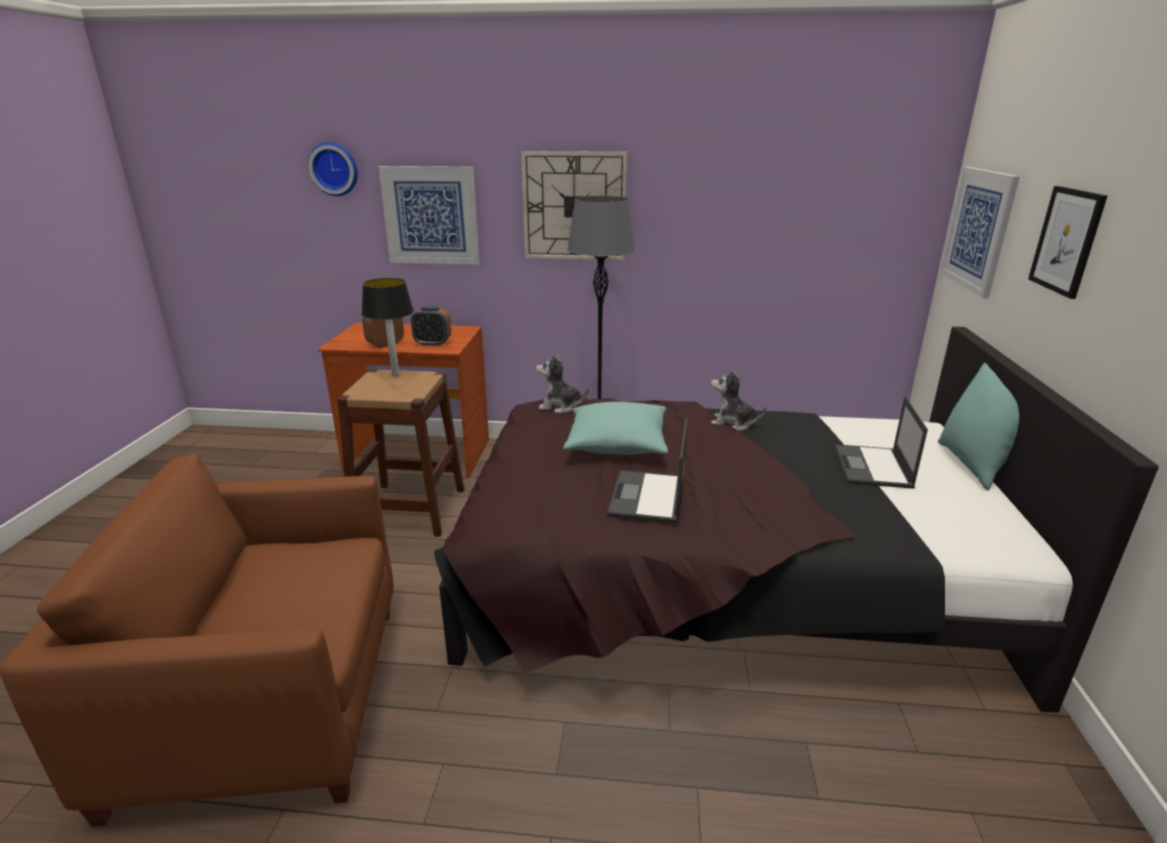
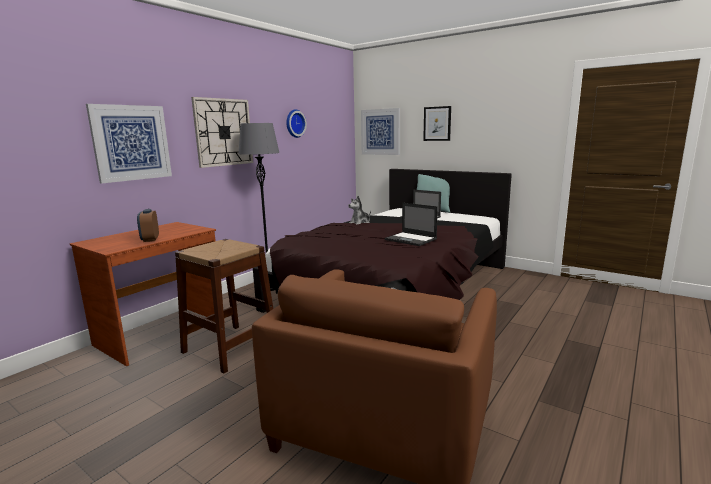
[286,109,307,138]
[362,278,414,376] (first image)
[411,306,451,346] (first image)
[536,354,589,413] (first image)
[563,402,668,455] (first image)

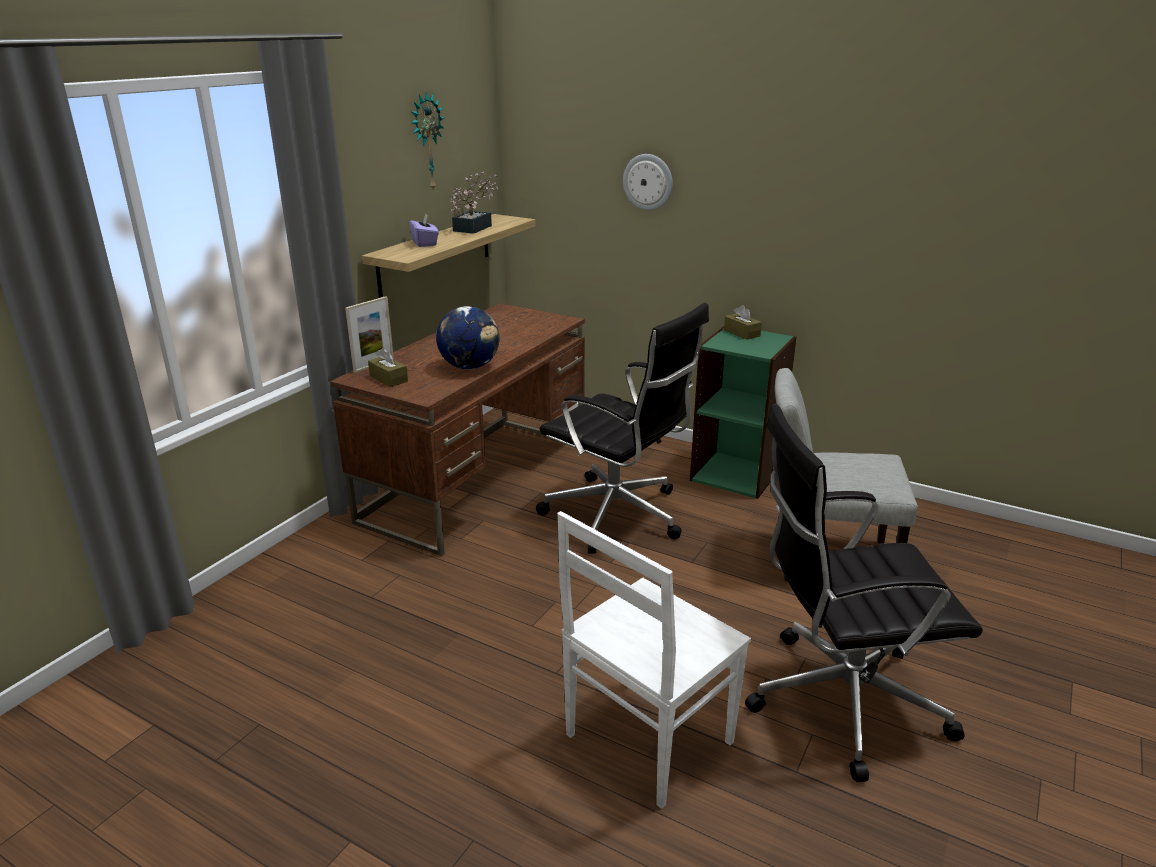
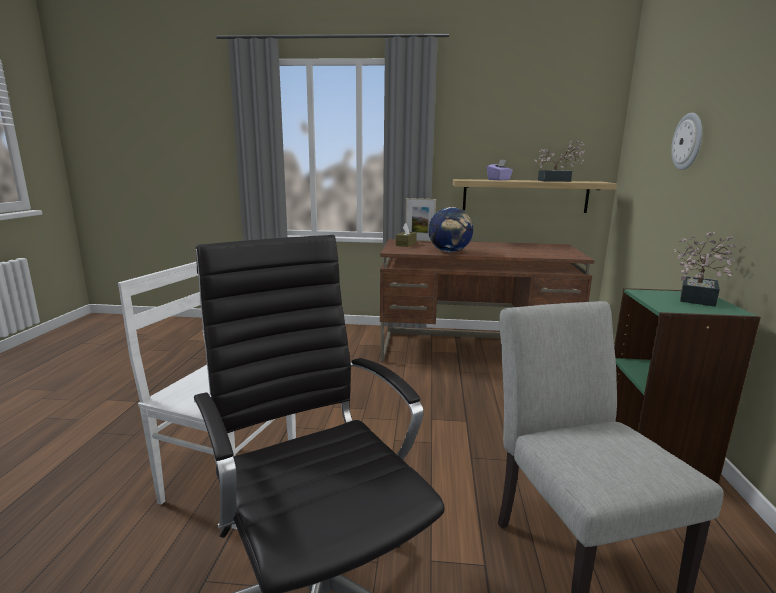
[411,92,444,192] (first image)
[536,303,709,554] (first image)
[674,232,736,307]

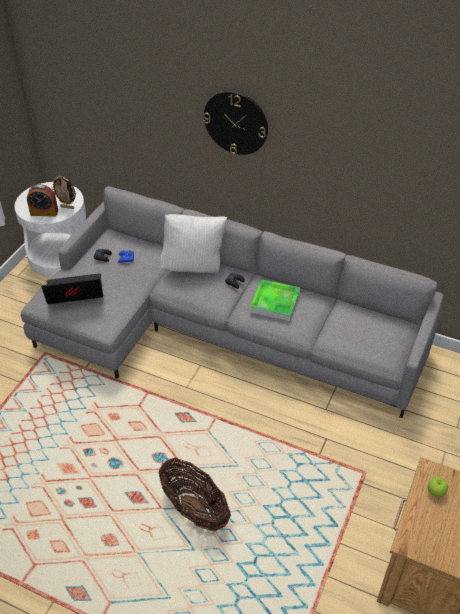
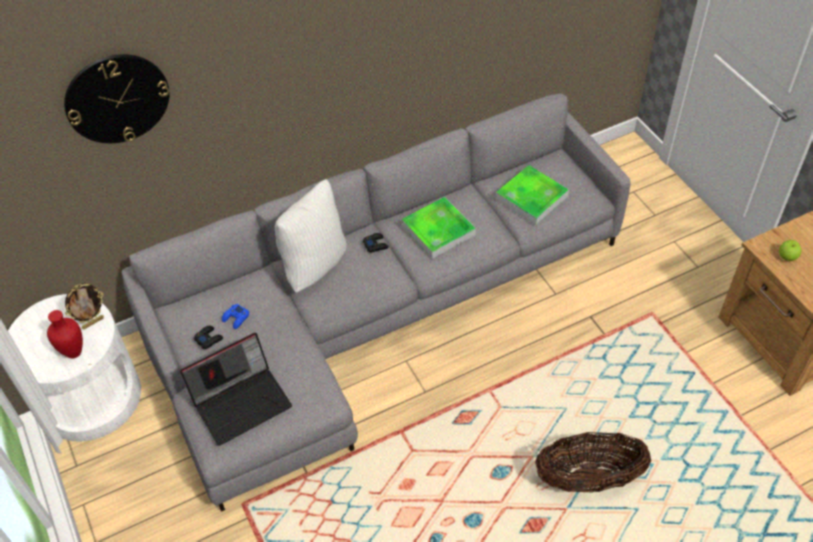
[47,310,83,359]
[180,333,292,446]
[64,54,170,143]
[496,165,569,225]

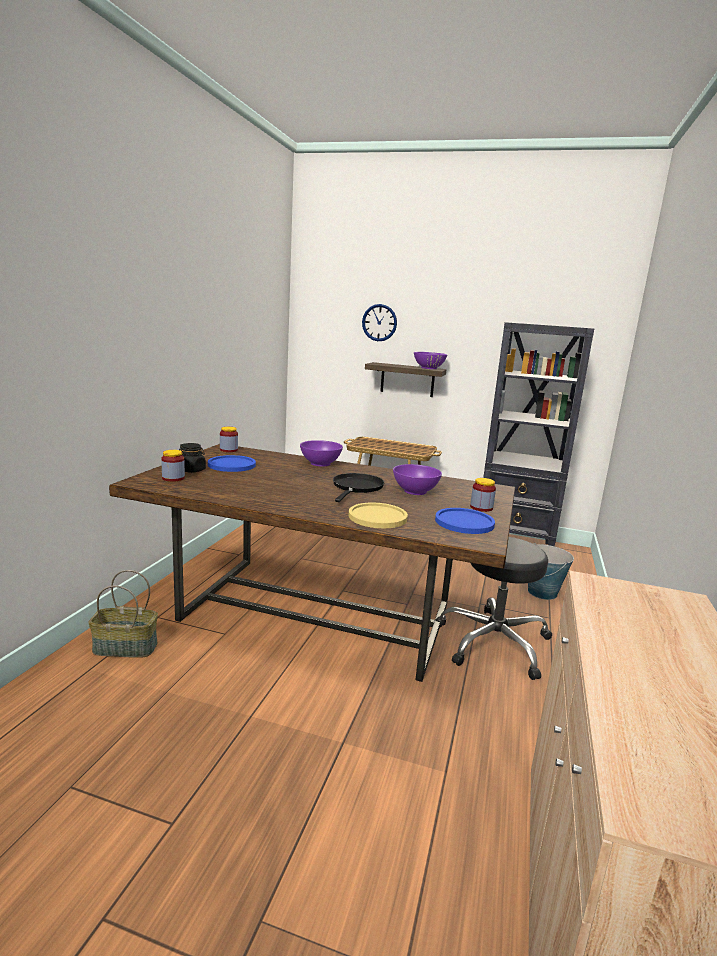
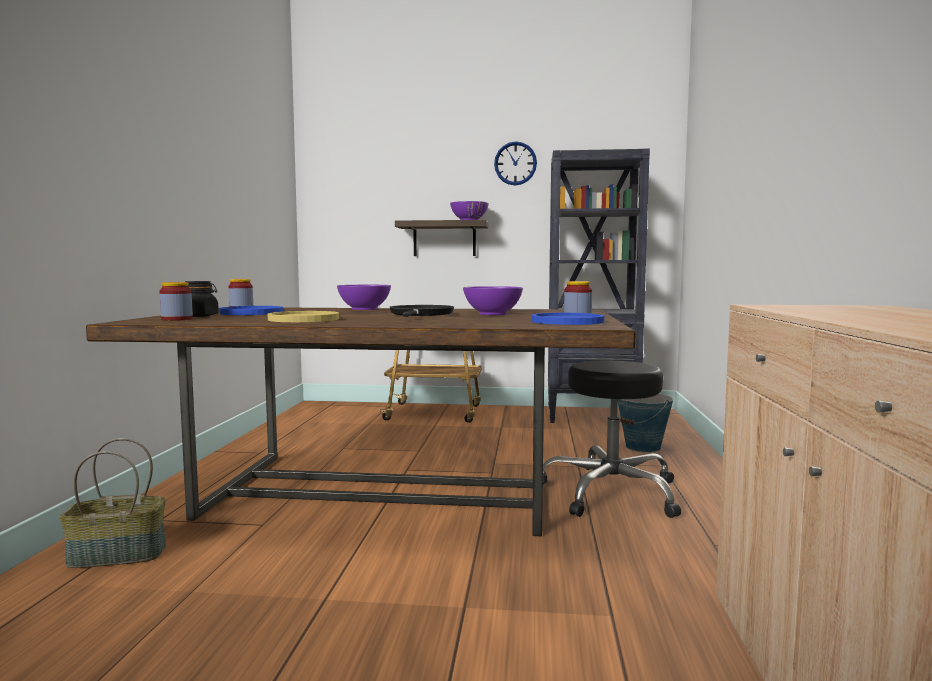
[268,311,339,322]
[494,141,537,185]

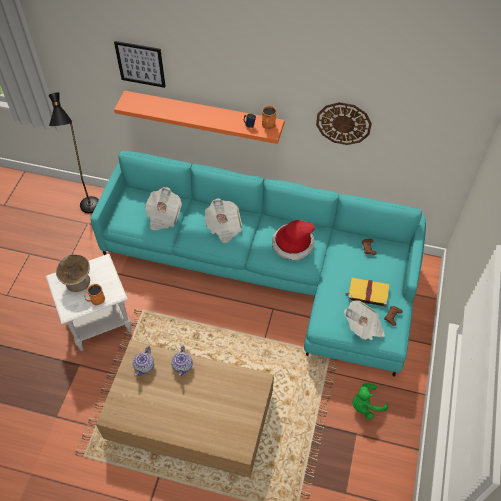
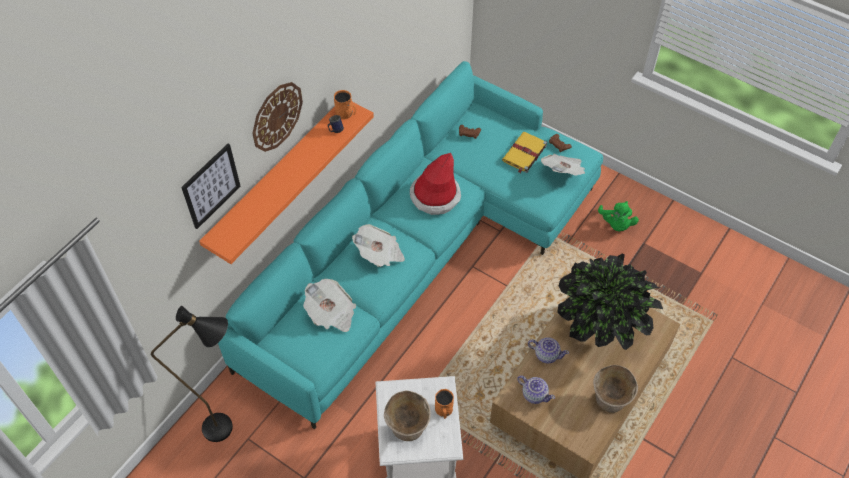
[252,82,303,152]
[557,254,663,350]
[593,365,638,413]

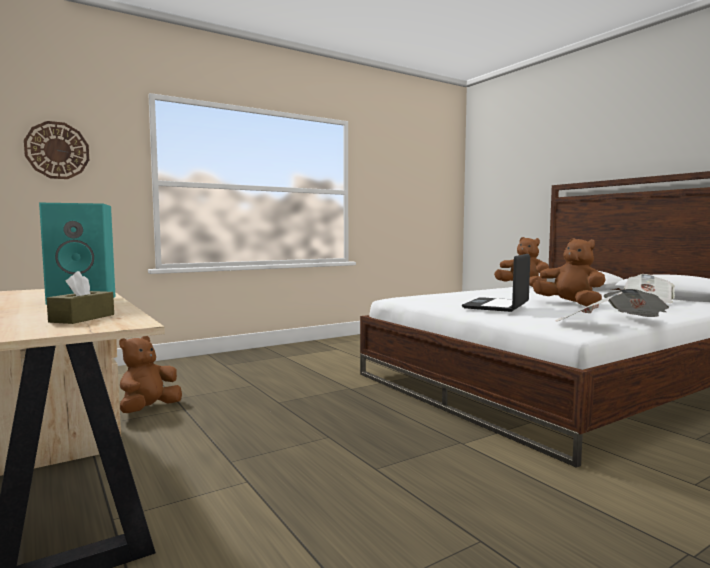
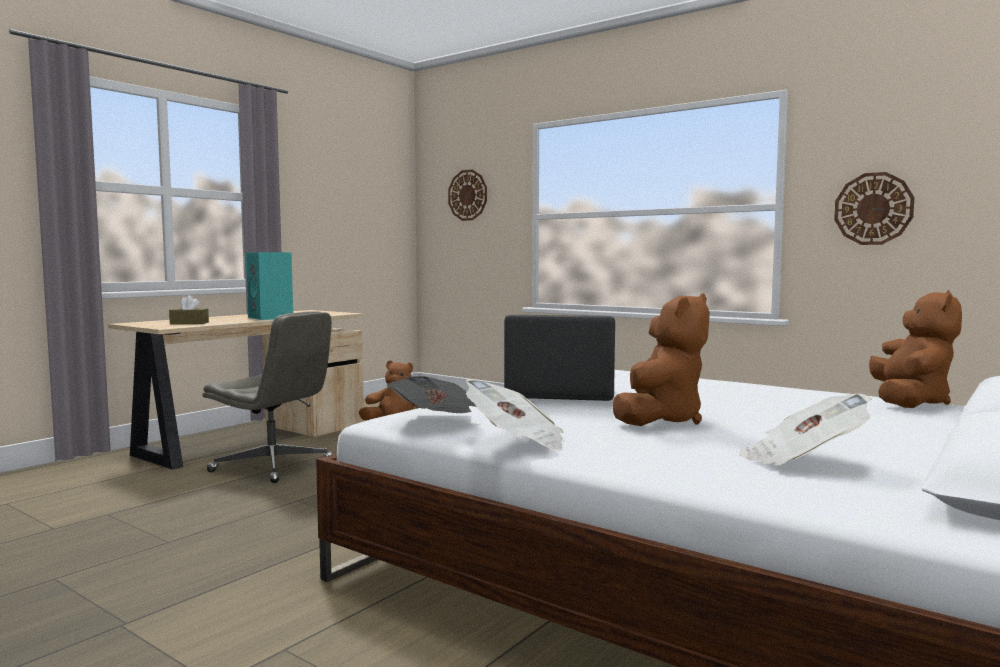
[202,311,333,483]
[834,172,914,245]

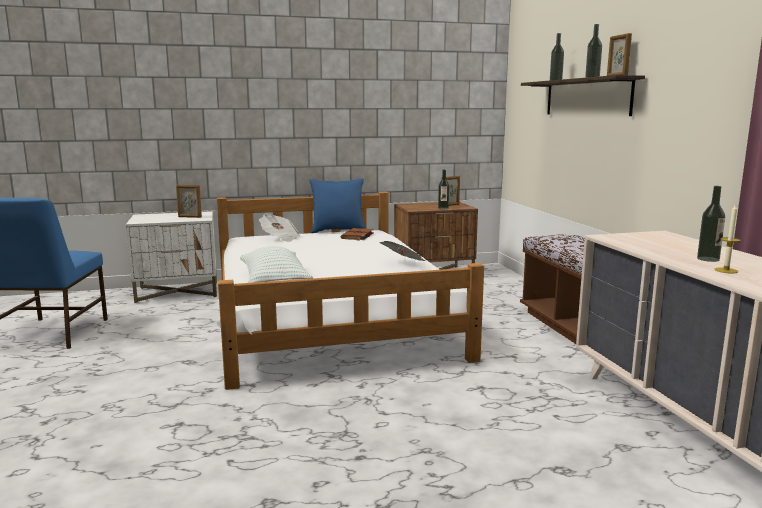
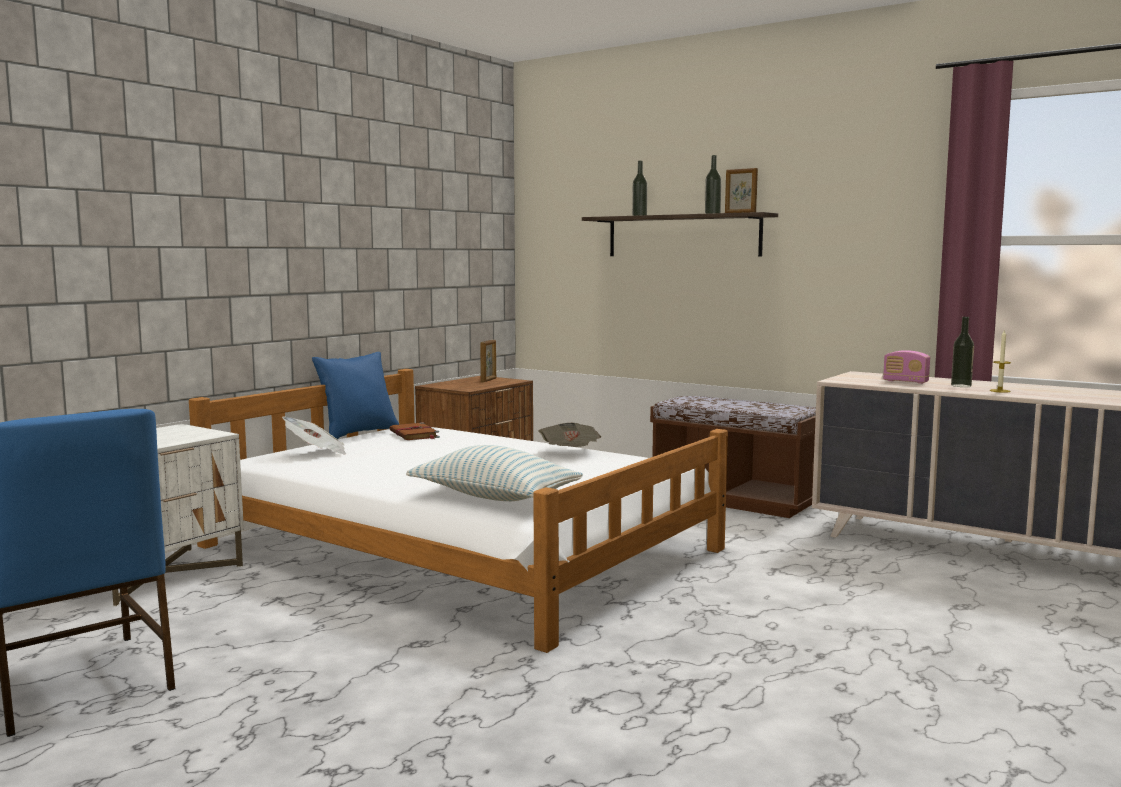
[176,185,202,218] (first image)
[438,170,449,209] (first image)
[883,350,930,384]

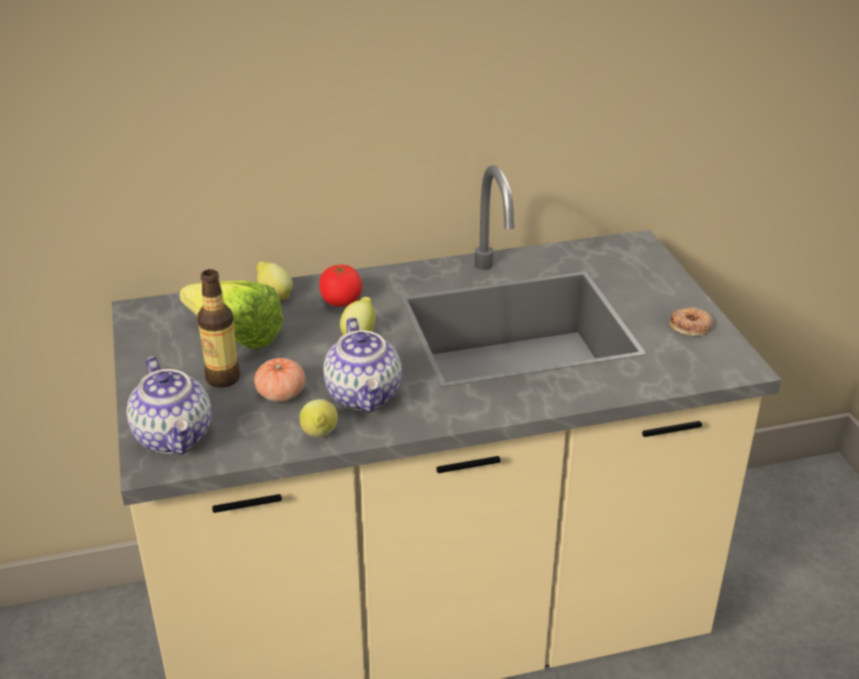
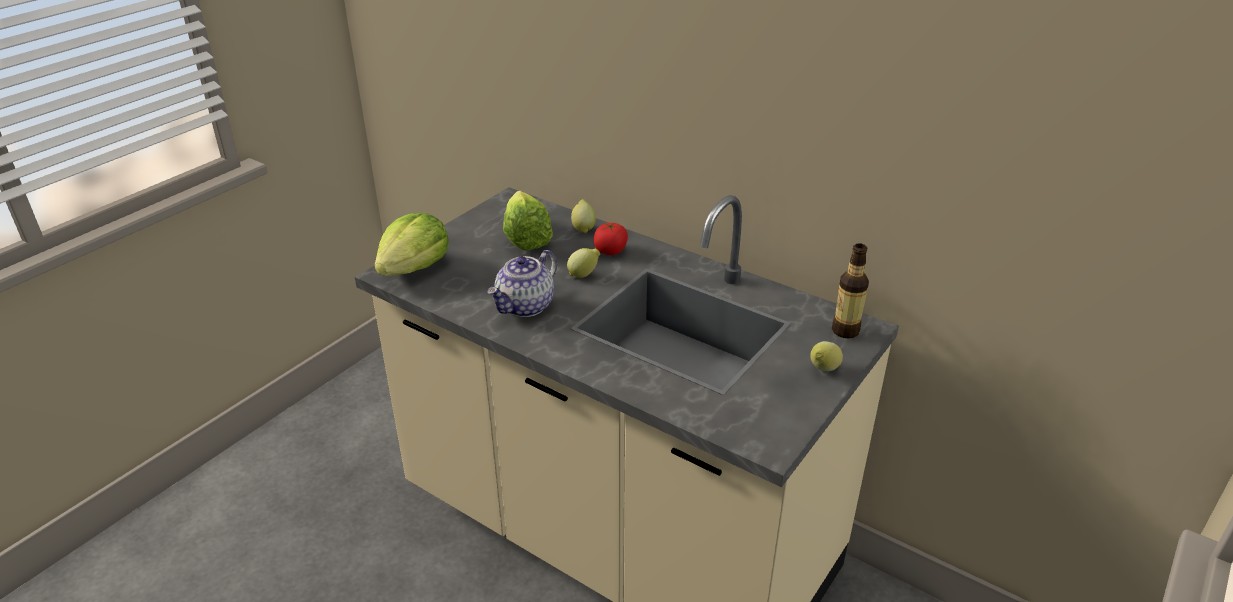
[375,213,449,276]
[832,243,869,339]
[254,358,306,402] (first image)
[810,341,843,371]
[670,307,714,336] (first image)

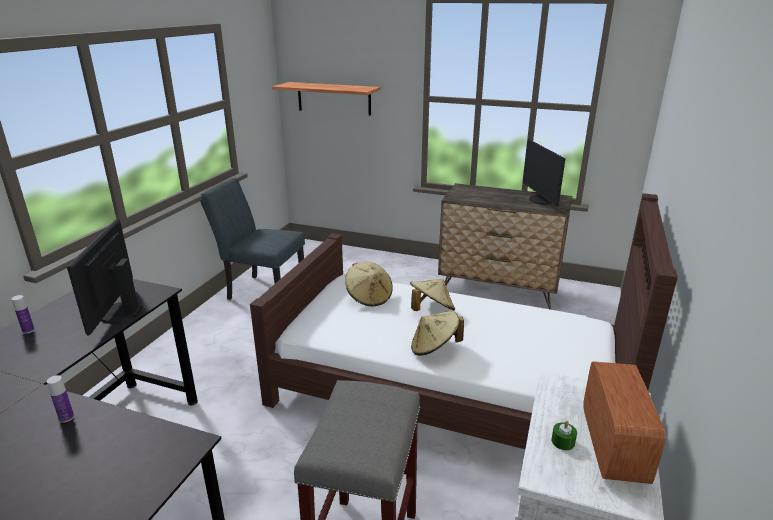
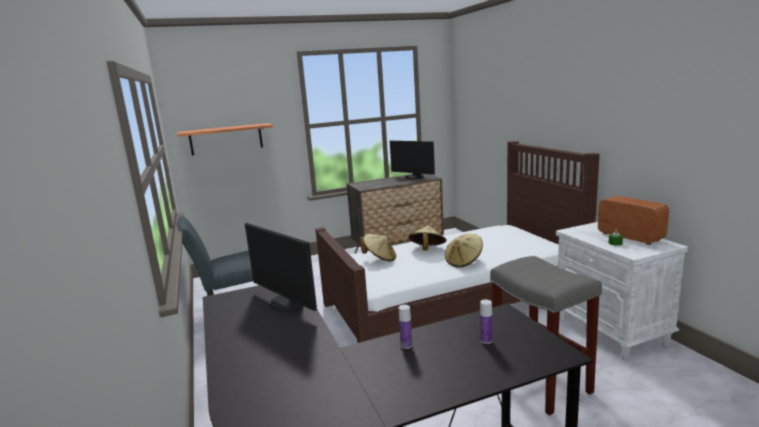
[480,300,492,344]

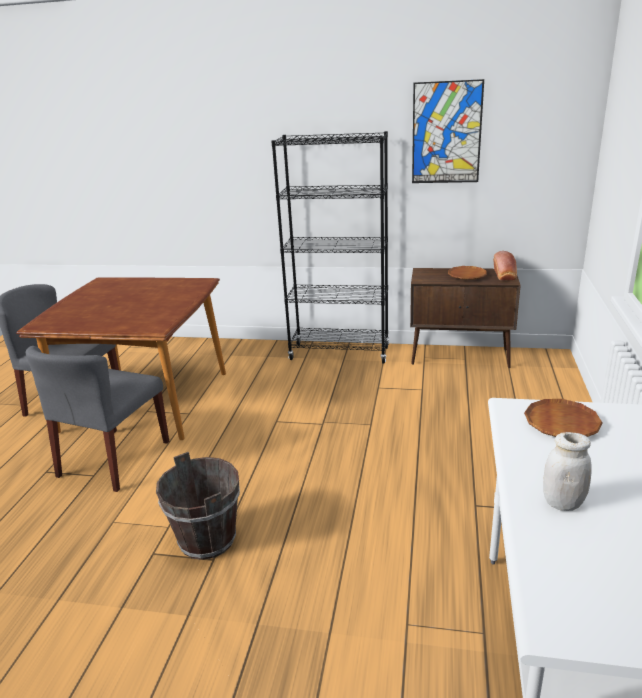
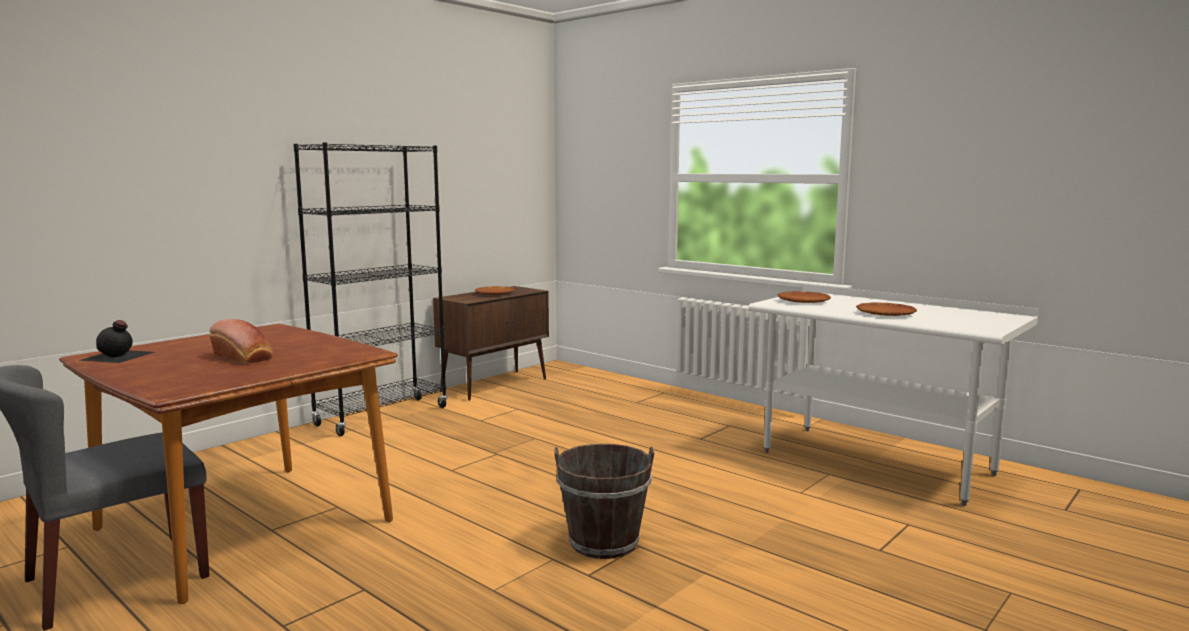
[26,346,169,492] (first image)
[412,79,484,183] (first image)
[210,319,273,364]
[856,302,917,316]
[78,320,154,363]

